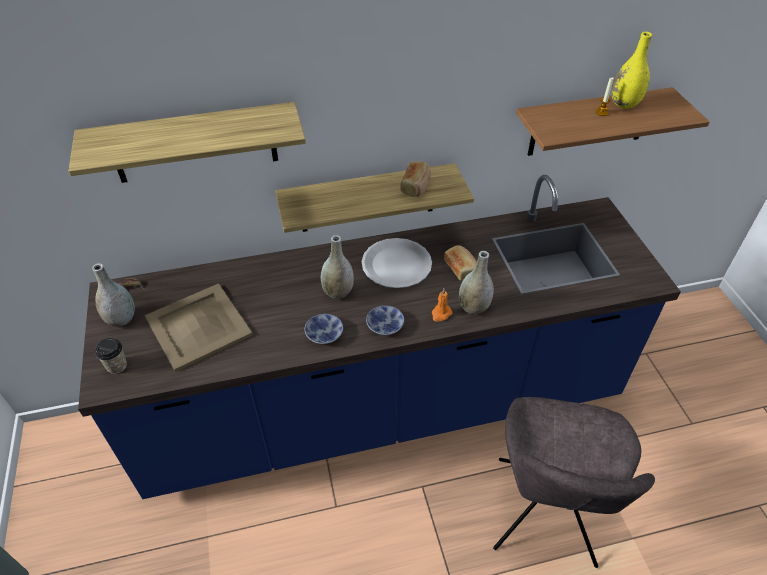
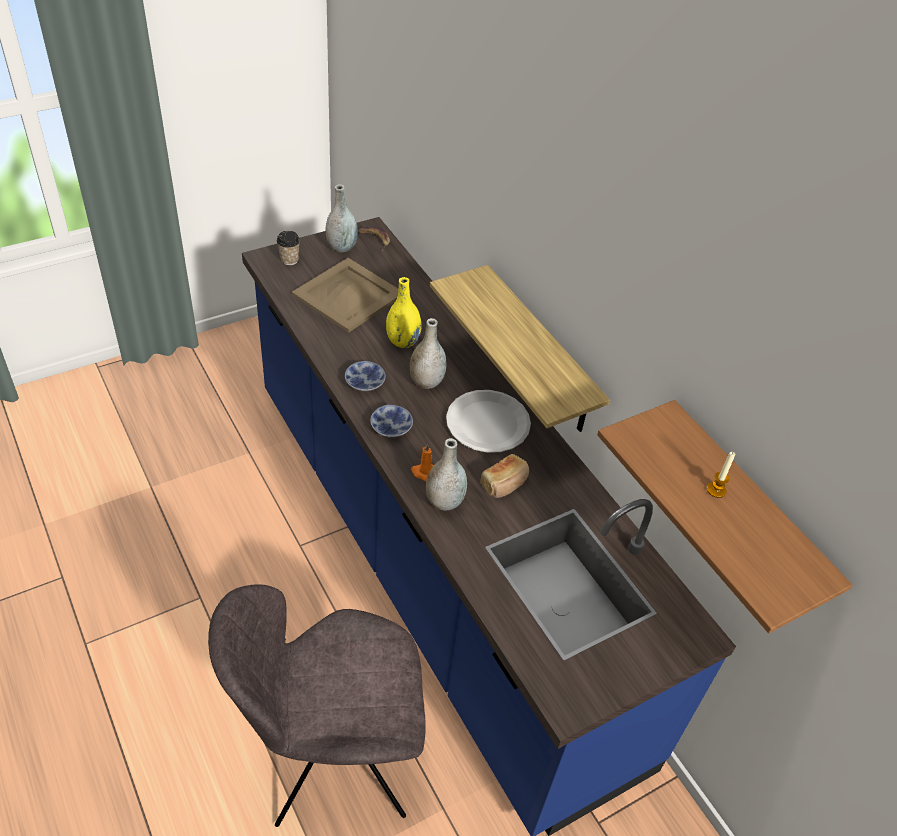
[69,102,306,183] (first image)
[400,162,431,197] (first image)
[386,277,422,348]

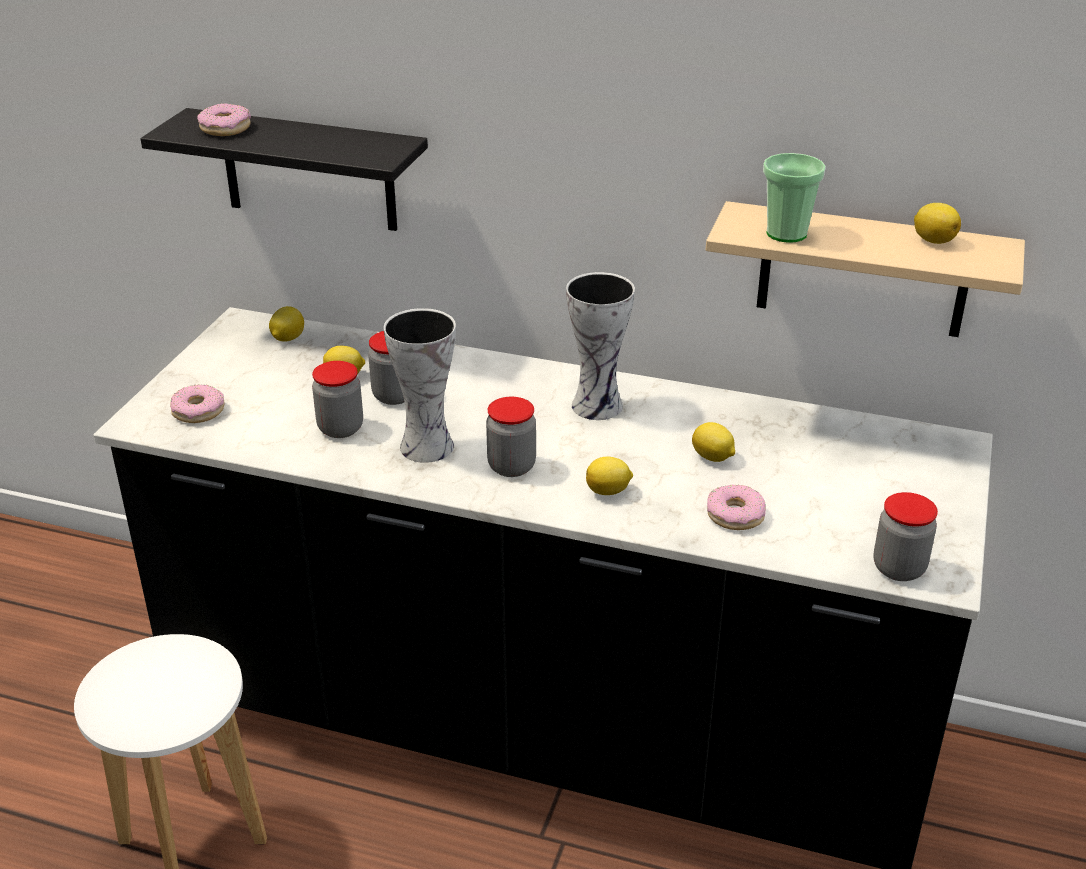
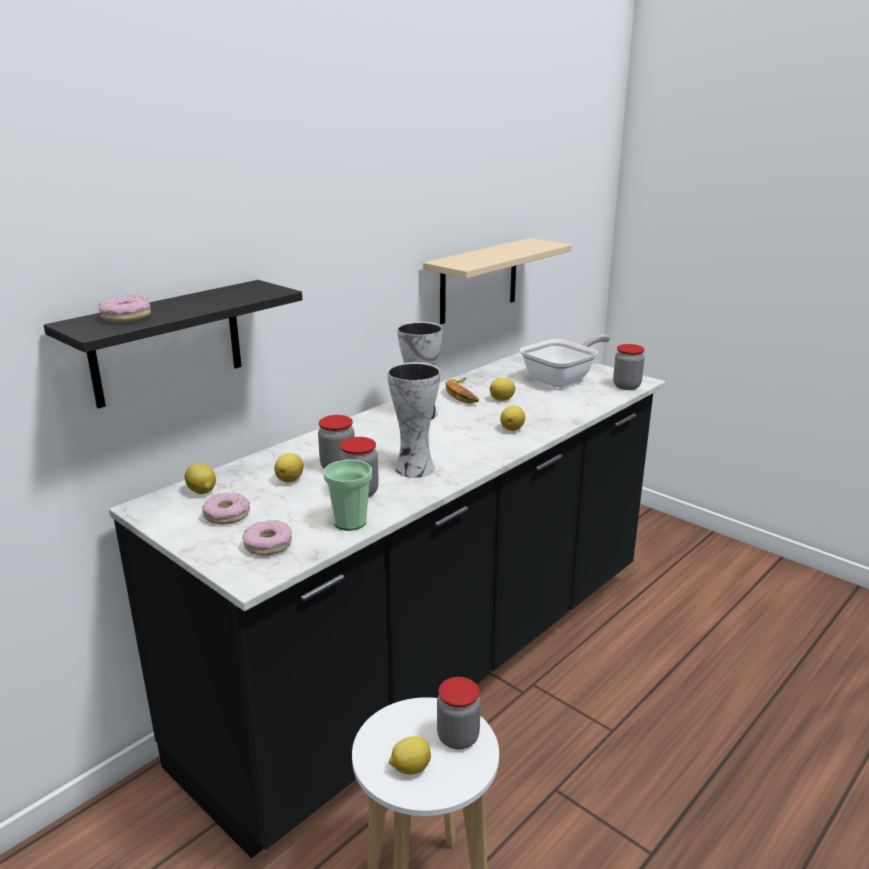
[437,677,481,749]
[202,492,250,524]
[323,460,372,531]
[389,736,431,774]
[445,378,479,404]
[520,335,610,387]

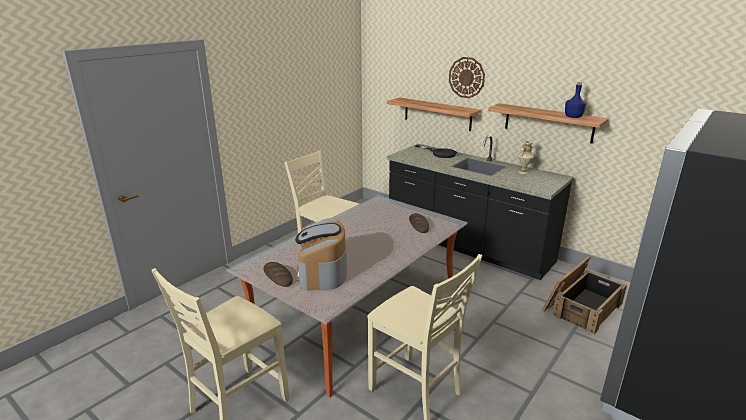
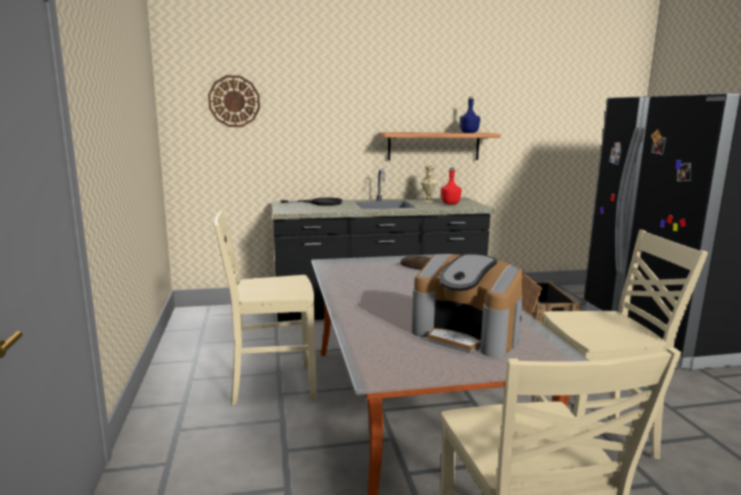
[263,262,293,287] (first image)
[387,97,481,131] (first image)
[208,75,260,127]
[441,168,461,204]

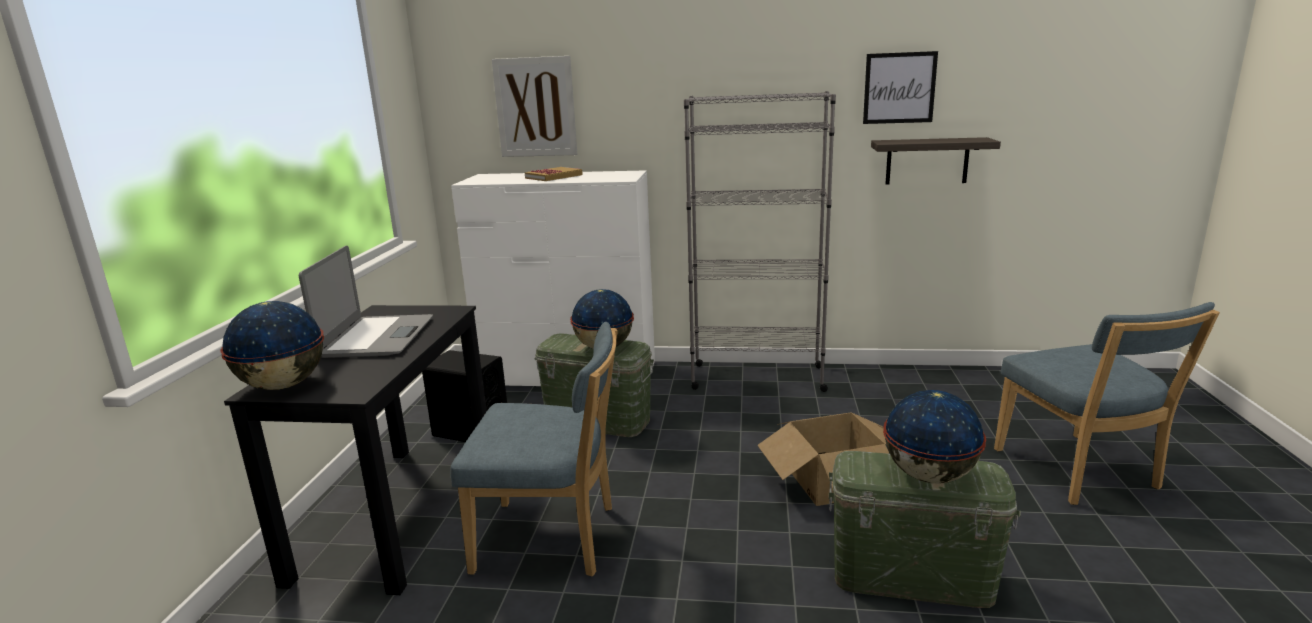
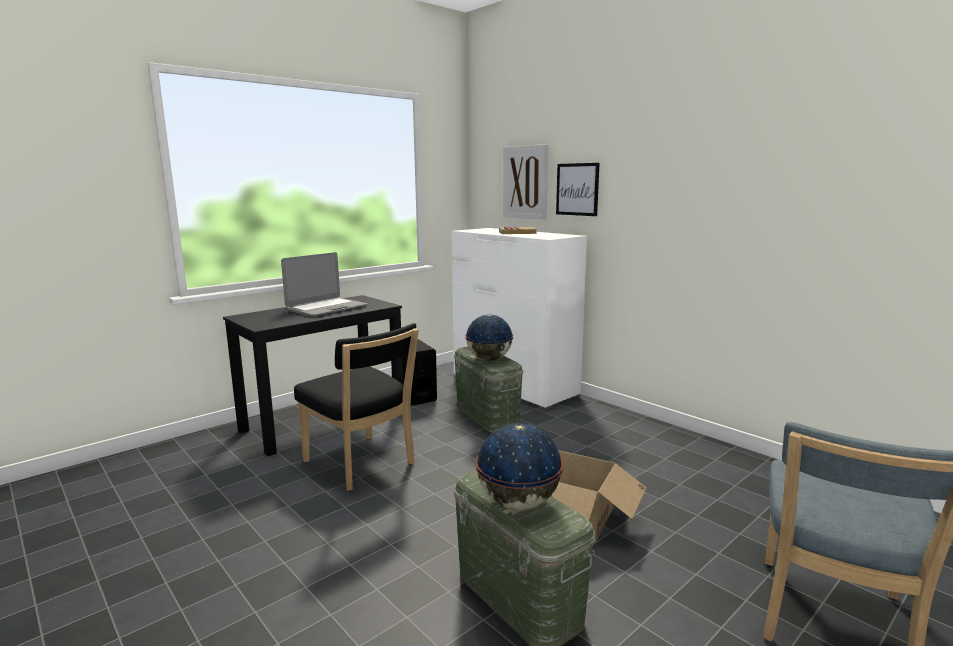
[220,301,324,390] (first image)
[294,323,419,491]
[684,91,836,392] (first image)
[556,163,600,216]
[871,137,1001,185] (first image)

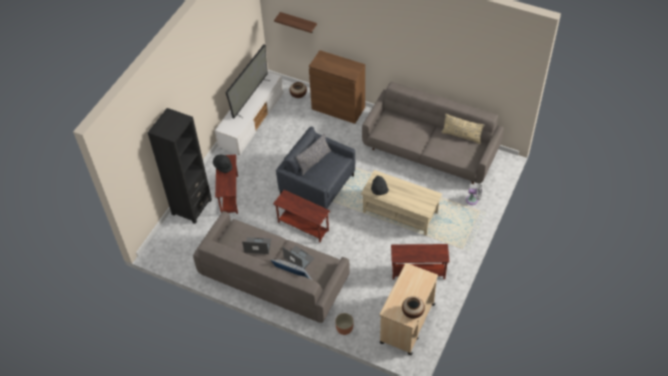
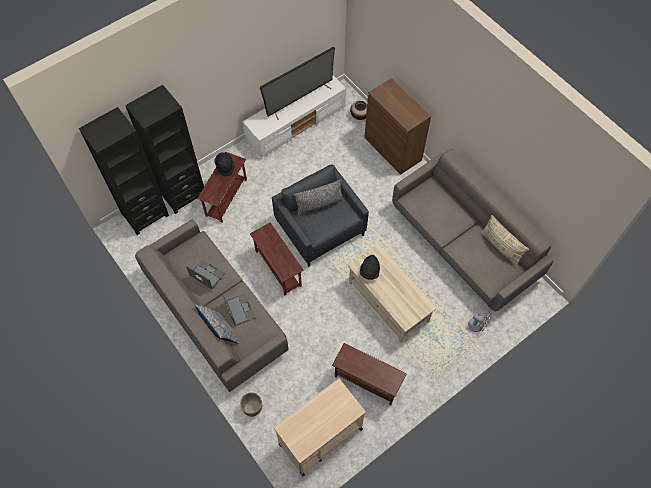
[274,12,317,33] (first image)
[402,296,425,319] (first image)
[79,107,169,235]

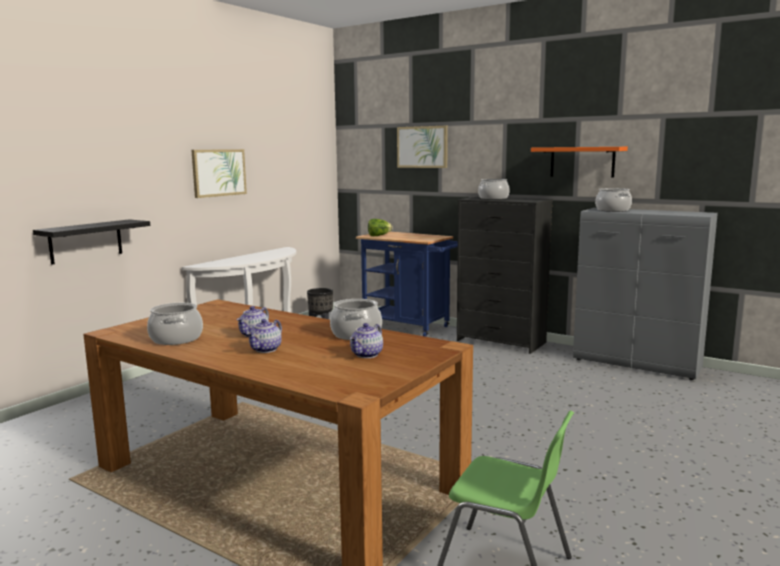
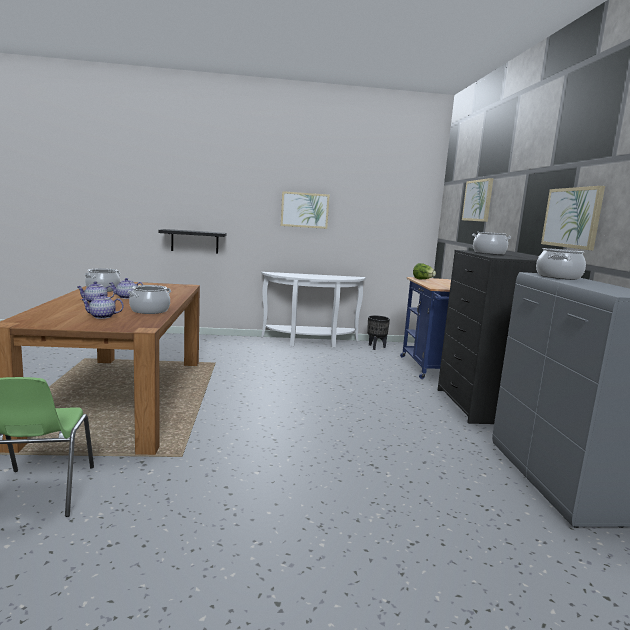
[541,186,605,250]

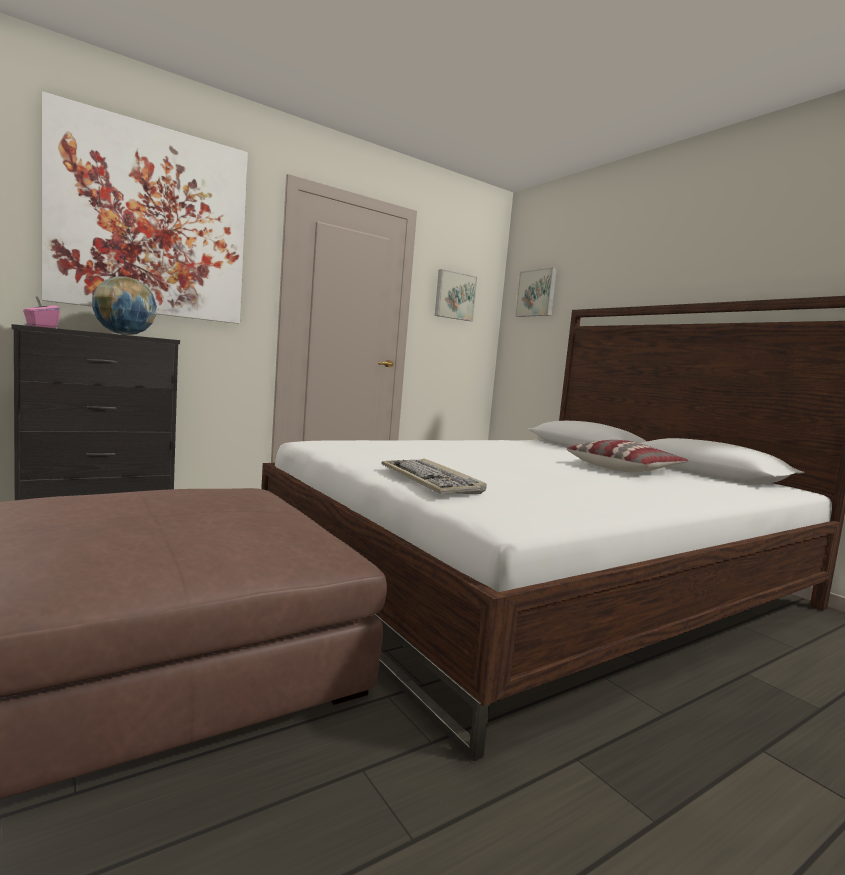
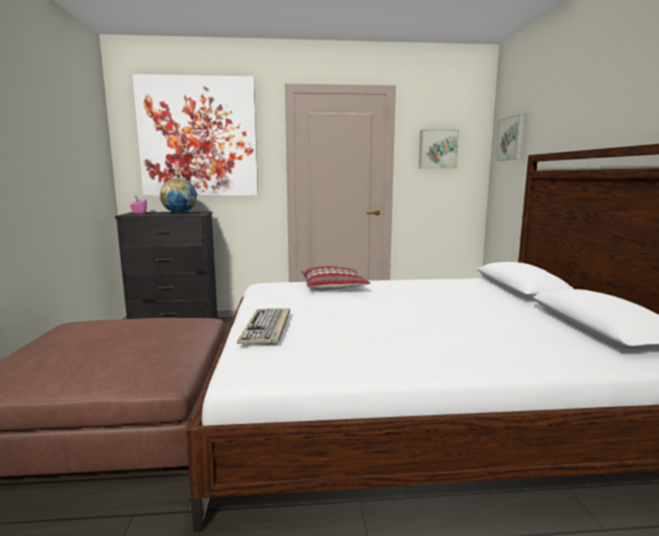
[301,266,371,291]

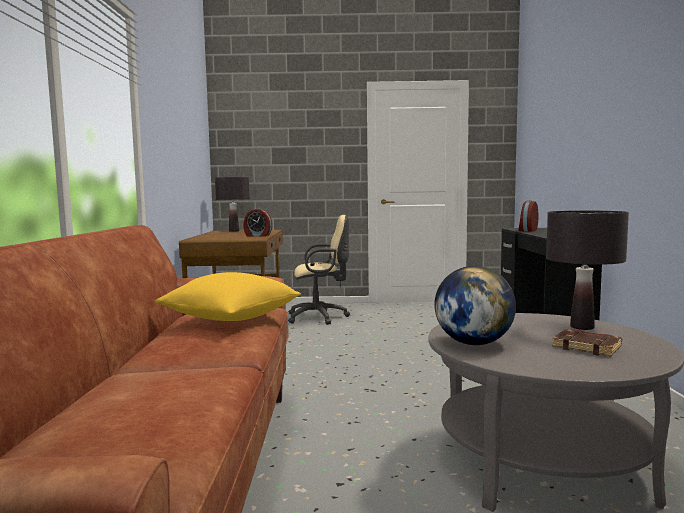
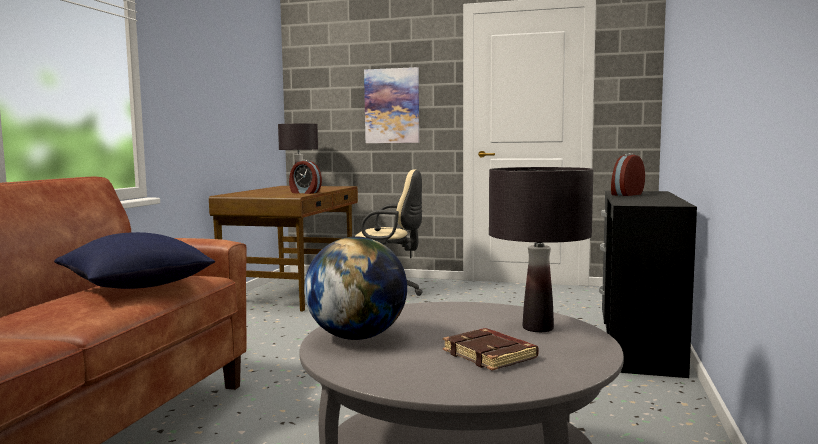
[54,232,215,289]
[364,67,419,143]

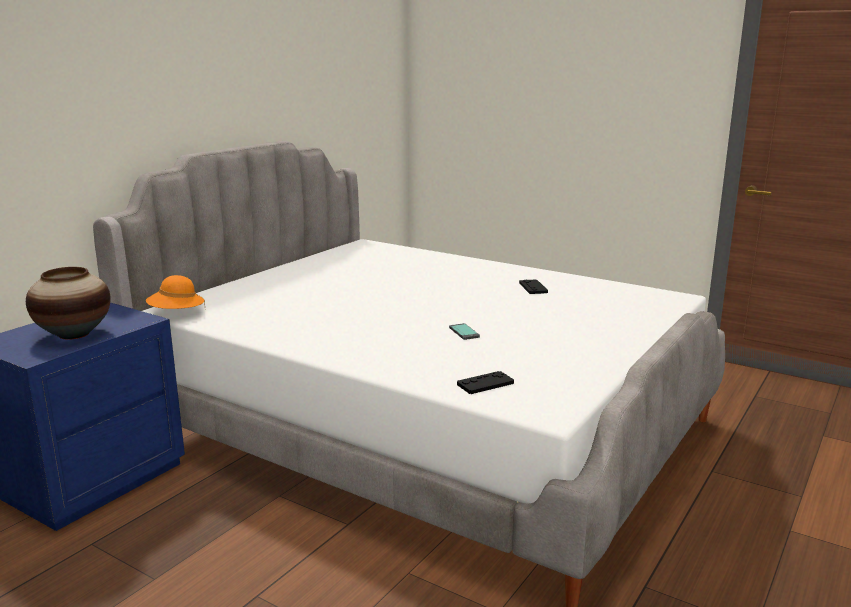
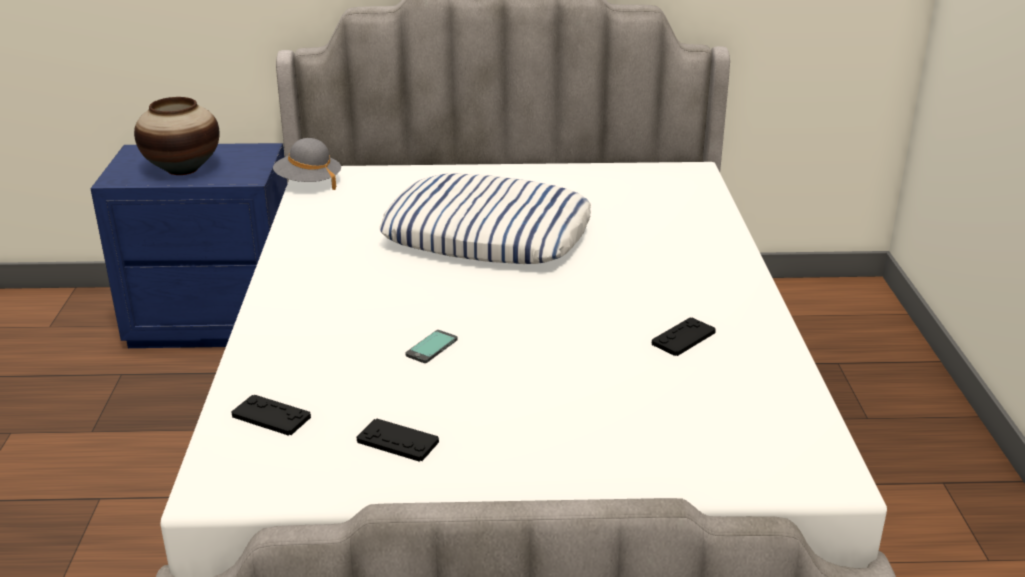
[273,138,341,190]
[357,419,439,462]
[379,173,591,264]

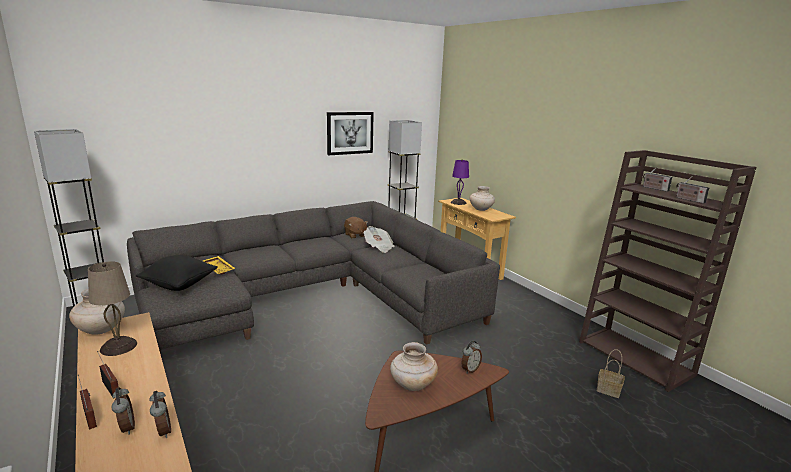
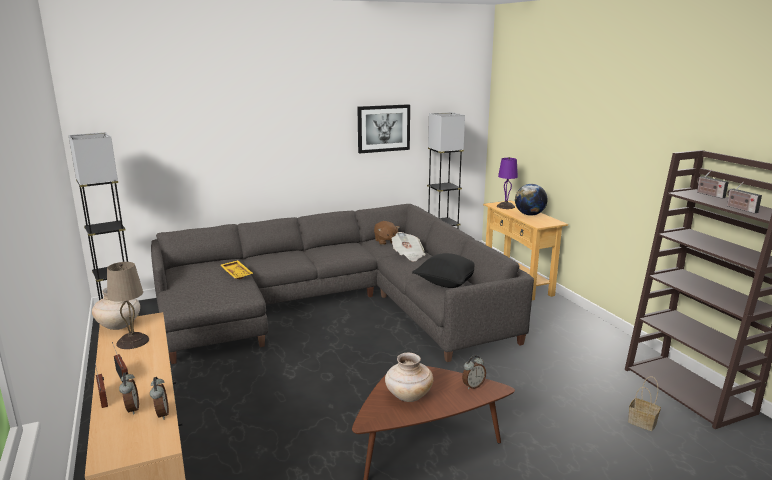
[412,253,474,288]
[515,184,548,216]

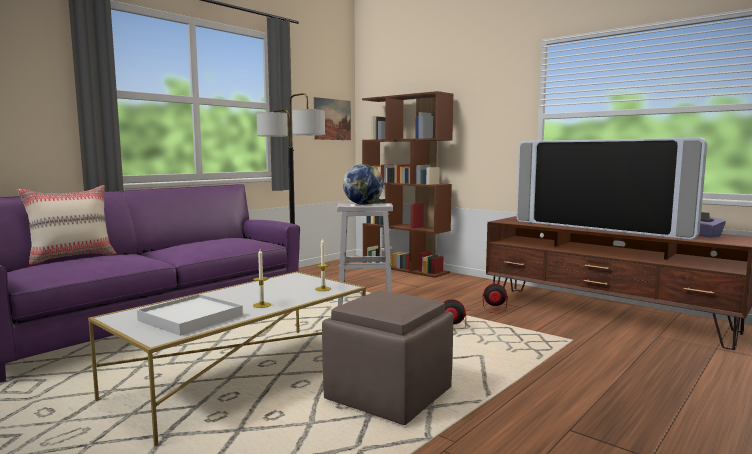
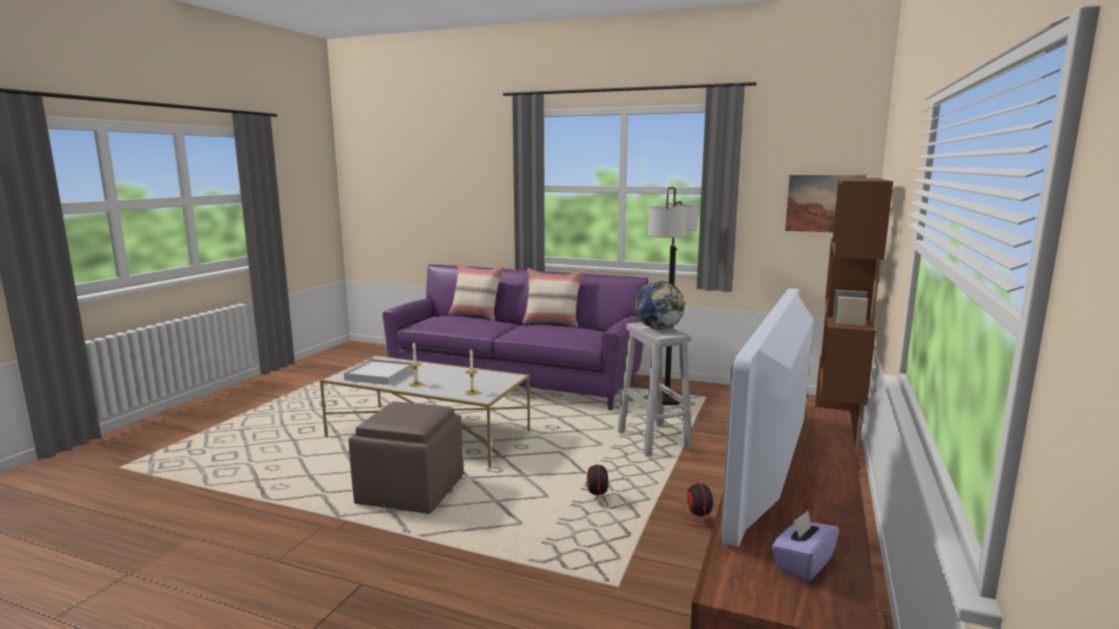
[522,269,583,327]

